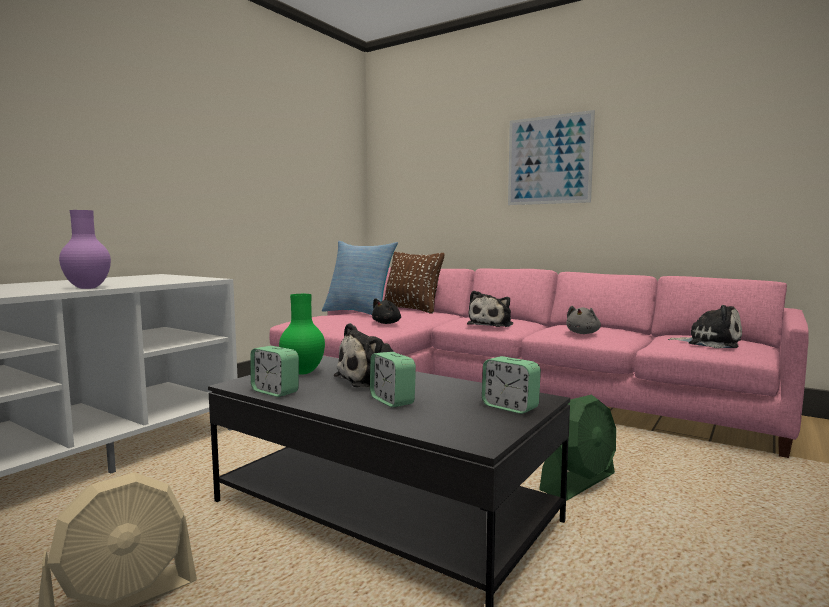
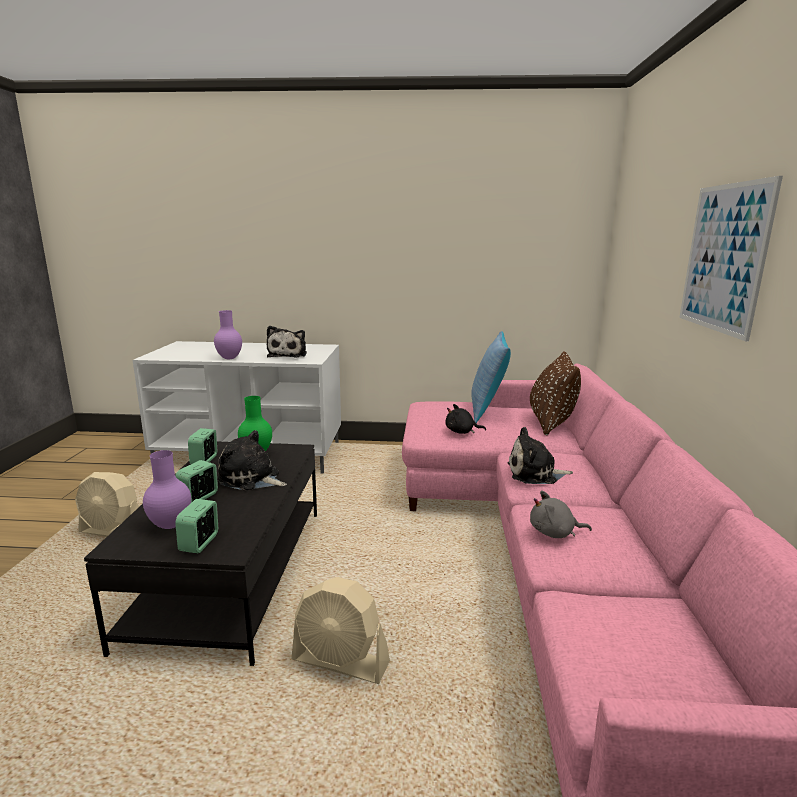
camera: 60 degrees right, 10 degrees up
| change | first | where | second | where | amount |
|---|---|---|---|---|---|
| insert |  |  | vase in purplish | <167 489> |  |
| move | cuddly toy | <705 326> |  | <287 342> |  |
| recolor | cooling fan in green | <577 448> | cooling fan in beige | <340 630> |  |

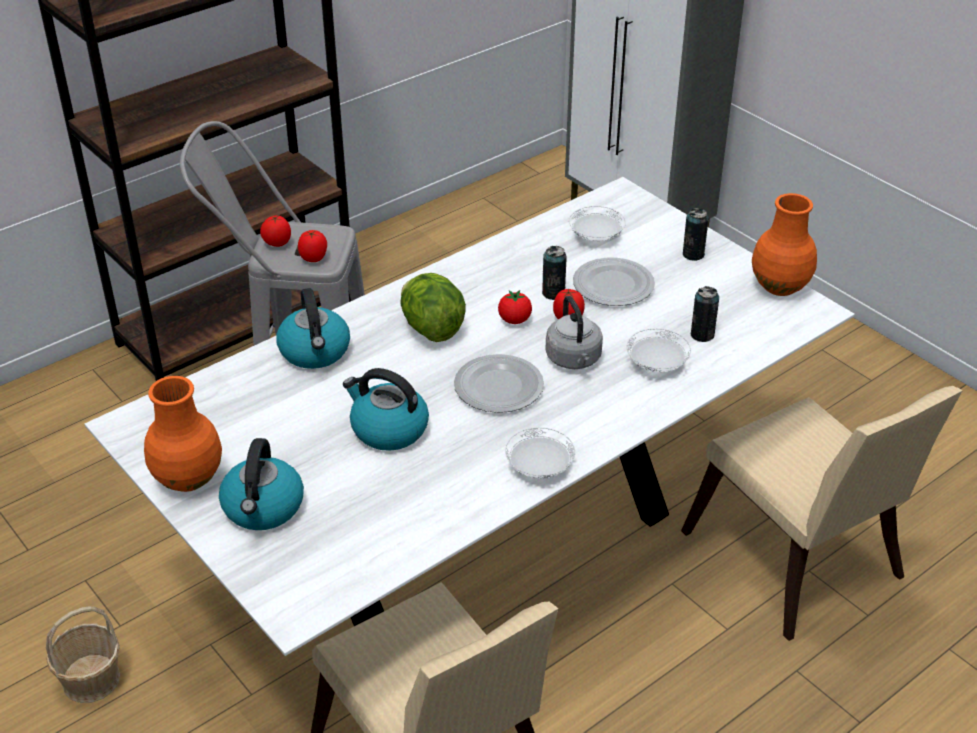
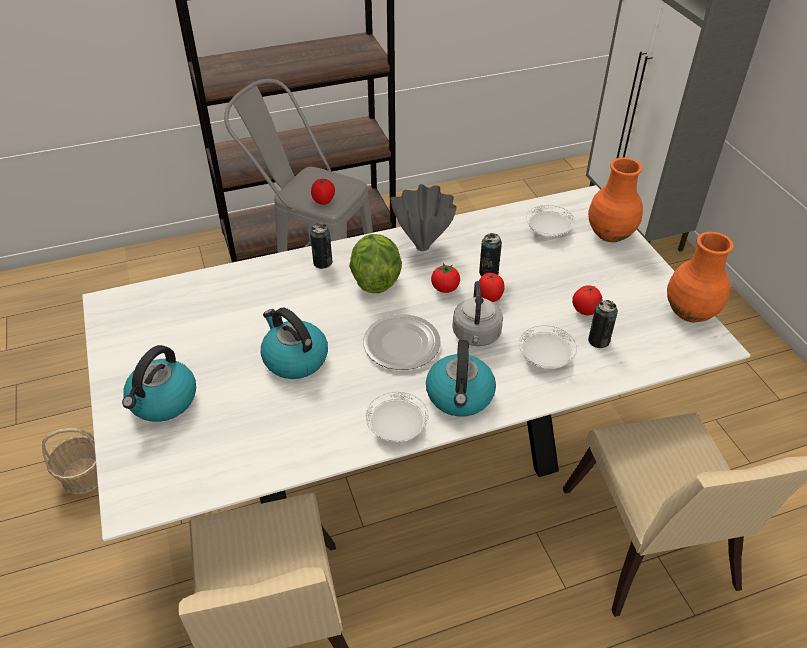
camera: 20 degrees right, 5 degrees up
| change | first | where | second | where | amount |
|---|---|---|---|---|---|
| delete | dinner plate | <614 281> |  |  |  |
| insert |  |  | vase in grey | <423 217> |  |
| move | vase in orange-coloured | <183 434> |  | <615 200> |  |
| move | tomato | <275 231> |  | <587 300> |  |
| move | kettle | <313 328> |  | <461 378> |  |
| move | can | <696 234> |  | <321 246> |  |

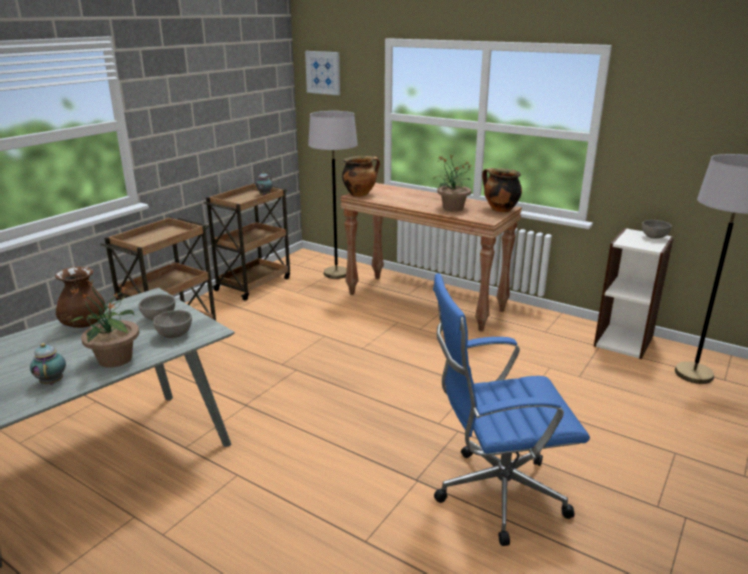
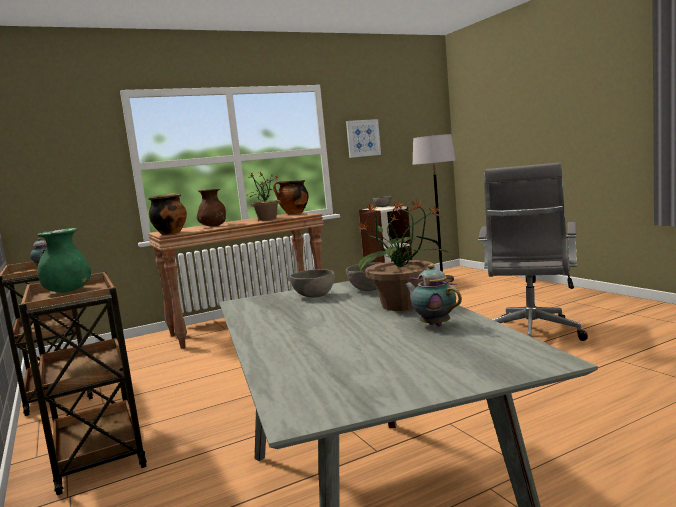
camera: 60 degrees left, 15 degrees down
| change | first | where | second | where | amount |
|---|---|---|---|---|---|
| delete | floor lamp in grey | <333 195> |  |  |  |
| insert |  |  | vase in green | <64 260> |  |
| move | vase in brown-coloured | <80 297> |  | <211 207> |  |
| move | wall picture | <322 73> |  | <363 138> |  |
| recolor | computer chair in bluish | <511 409> | computer chair in grey | <533 251> |  |
| rotate | pot for tea | <48 364> |  | <433 295> | 45 degrees clockwise |

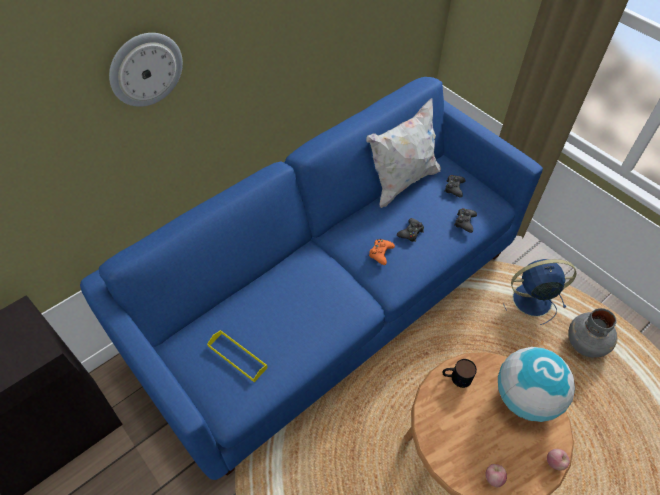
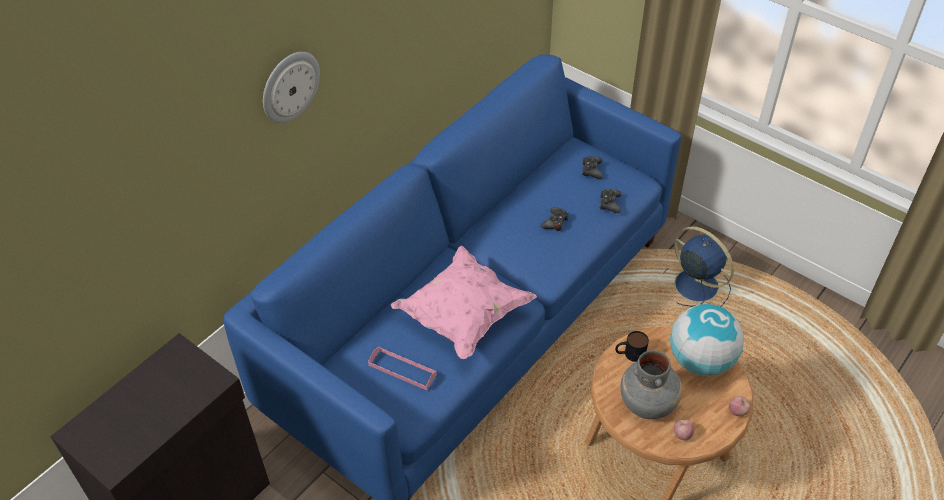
camera: 10 degrees left, 5 degrees down
| change | first | where | second | where | amount |
|---|---|---|---|---|---|
| delete | cushion in white | <403 153> |  |  |  |
| delete | joypad in orange-coloured | <382 252> |  |  |  |
| insert |  |  | cushion in pink | <464 302> |  |
| move | vase in grey | <592 333> |  | <651 384> |  |
| recolor | tray in yellowish | <237 356> | tray in pink | <402 368> |  |
| rotate | cooling fan in bluish | <539 292> |  | <698 266> | 60 degrees clockwise |

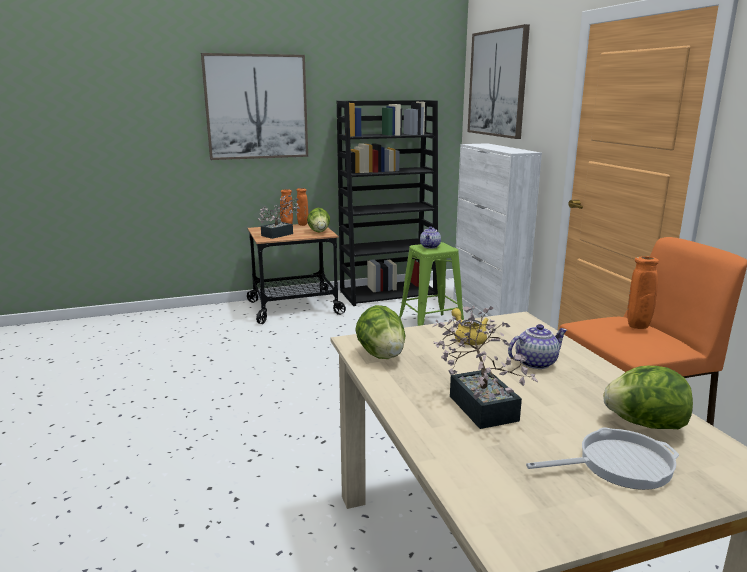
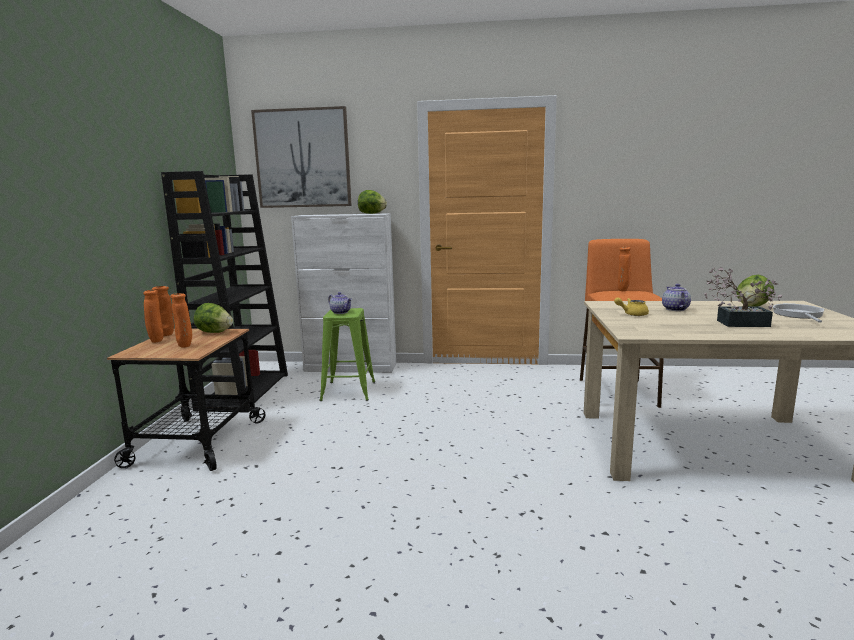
camera: 65 degrees left, 5 degrees down
| change | first | where | second | where | amount |
|---|---|---|---|---|---|
| delete | wall picture | <254 106> |  |  |  |
| move | lettuce head | <380 332> |  | <372 202> |  |
| replace | potted plant | <279 217> | vase in orange-coloured | <181 320> |  |

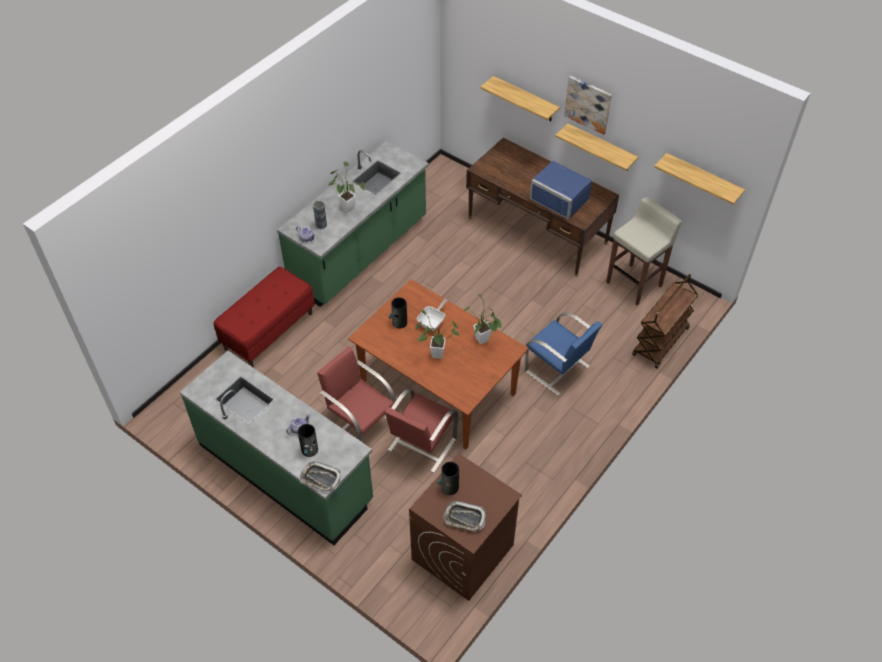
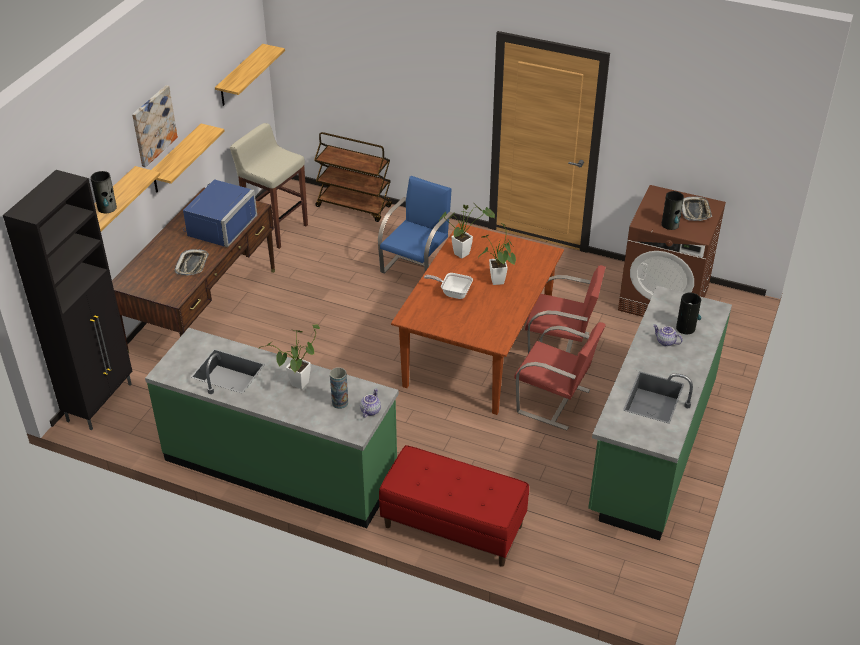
camera: 105 degrees left, 10 degrees down
| change | first | where | second | where | amount |
|---|---|---|---|---|---|
| insert |  |  | cupboard in blackish | <67 300> |  |
| move | tray | <320 476> |  | <192 262> |  |
| move | vase | <398 313> |  | <104 192> |  |
| rotate | upright chair in reddish | <356 393> |  | <560 376> | 90 degrees counterclockwise |

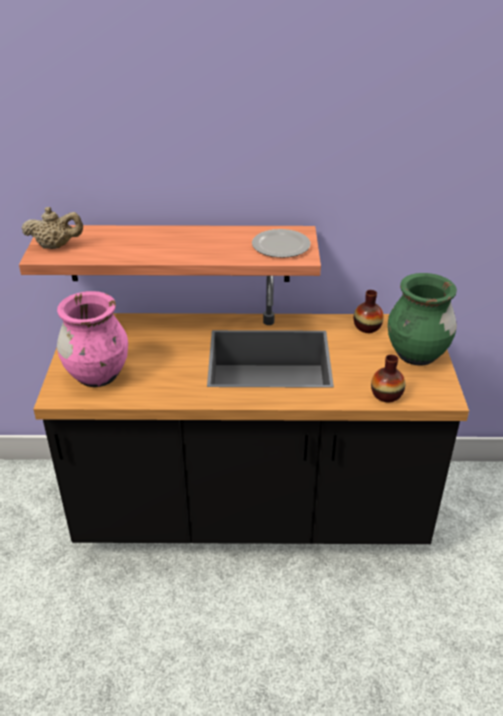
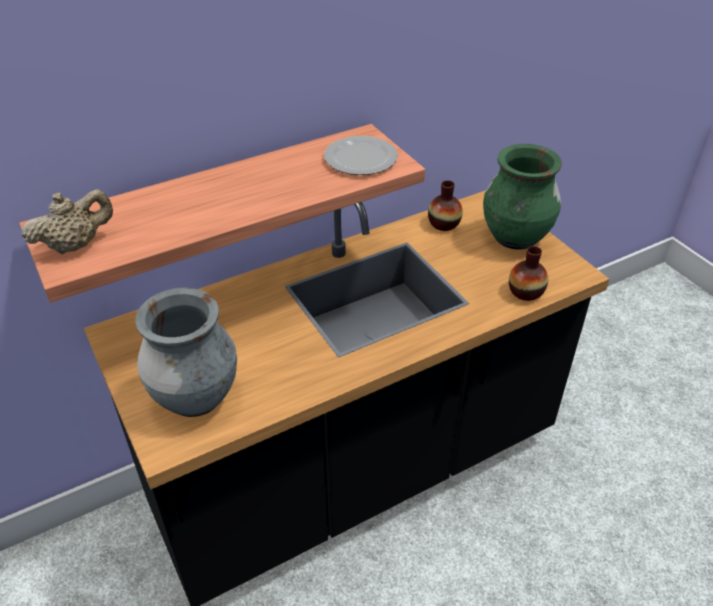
camera: 30 degrees left, 5 degrees up
| change | first | where | second | where | amount |
|---|---|---|---|---|---|
| recolor | vase in pink | <92 339> | vase in grey | <186 352> |  |

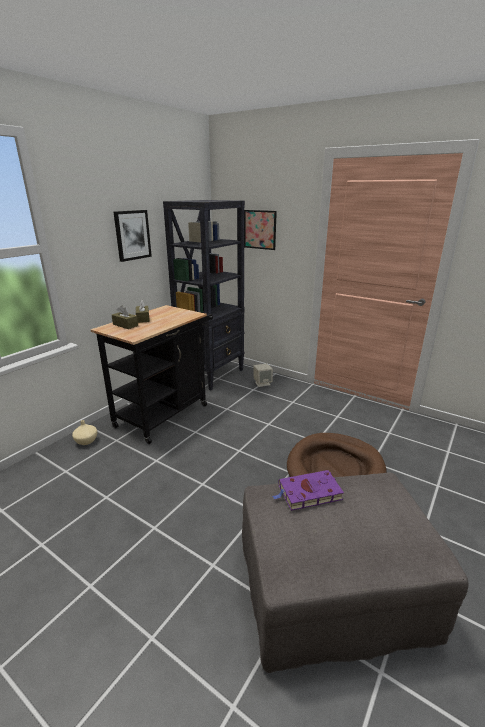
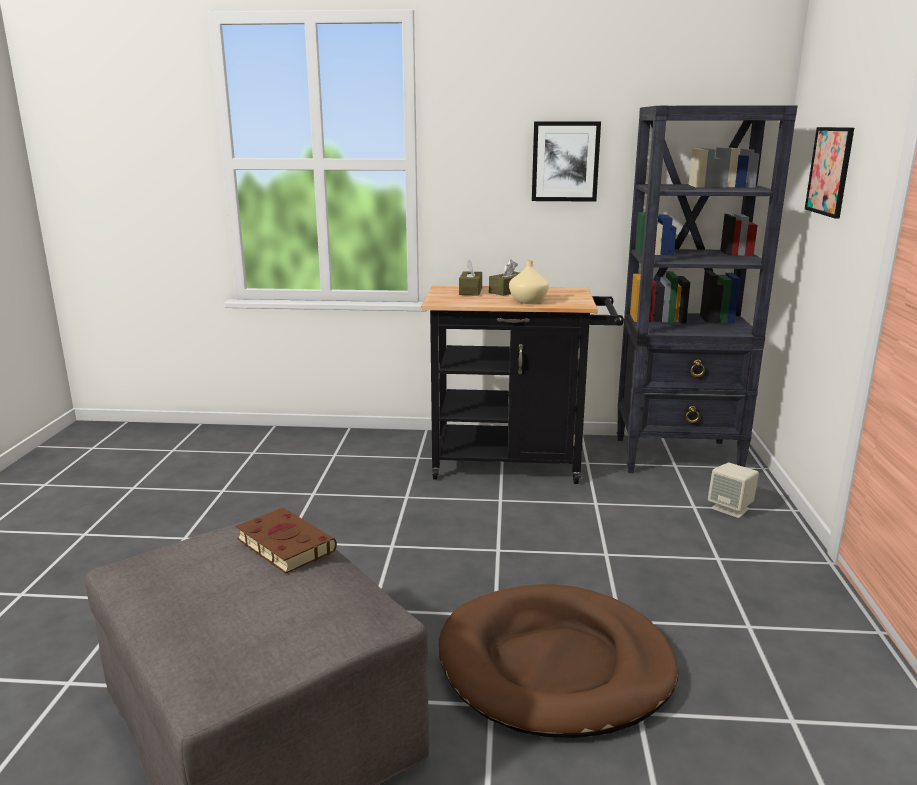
camera: 60 degrees right, 5 degrees down
| change | first | where | second | where | amount |
|---|---|---|---|---|---|
| move | vase in beige | <84 432> |  | <529 282> |  |
| recolor | volume in purplish | <308 490> | volume in brown-coloured | <286 540> |  |

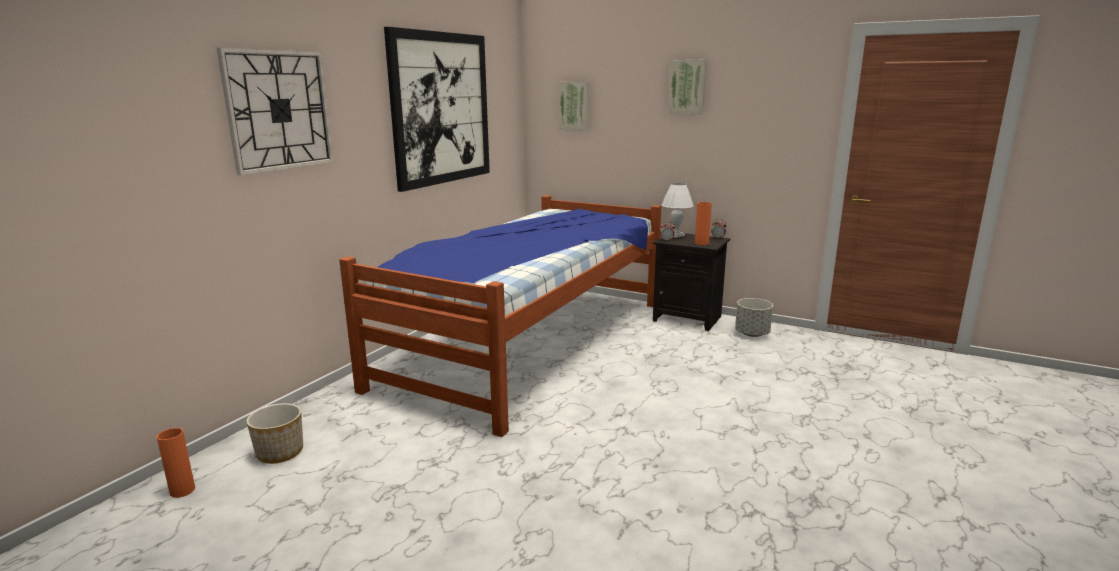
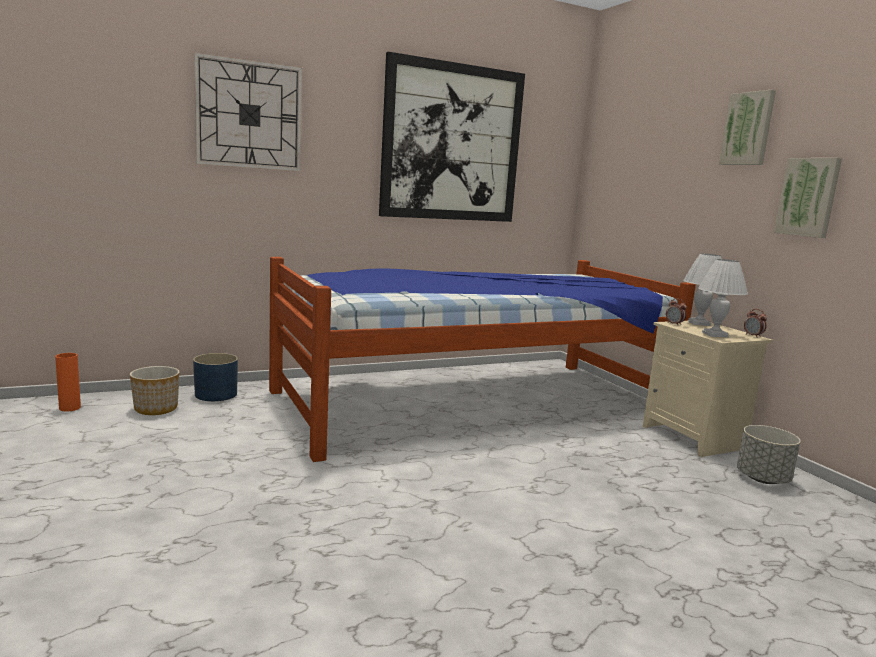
camera: 35 degrees right, 5 degrees down
| change | first | where | second | where | amount |
|---|---|---|---|---|---|
| insert |  |  | flower pot in bluish | <215 377> |  |
| move | wall picture | <574 106> |  | <808 198> |  |
| replace | vase in orange-coloured | <703 223> | tabletop lamp in white | <723 298> |  |
| recolor | bedside table in blackish | <691 282> | bedside table in beige | <708 389> |  |

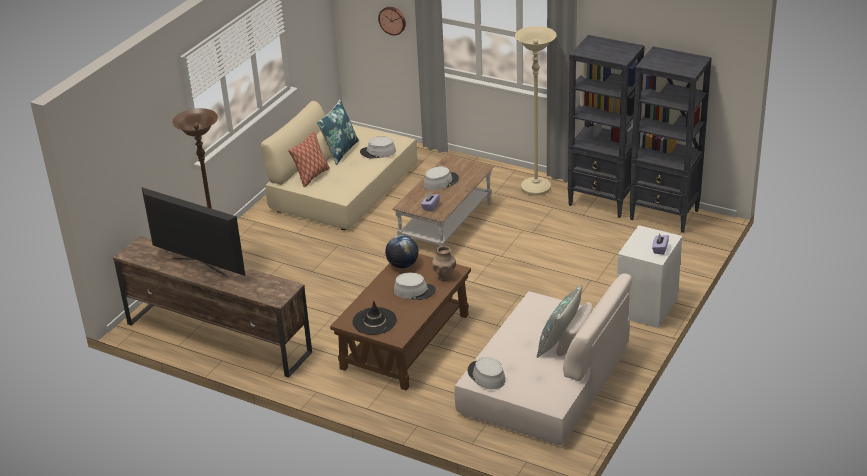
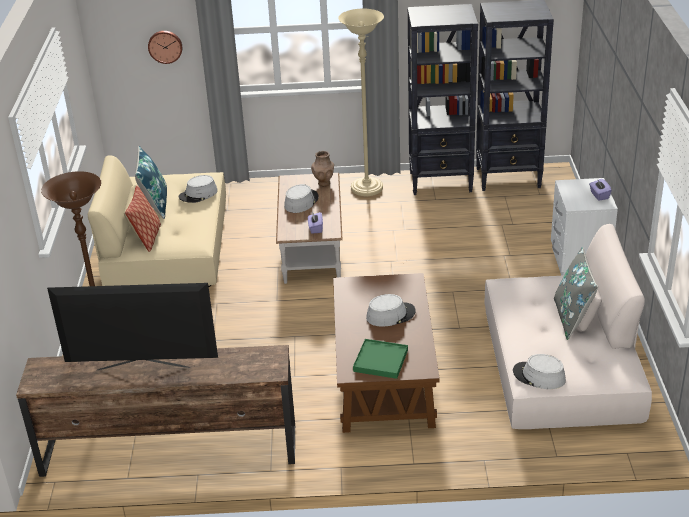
camera: 30 degrees left, 0 degrees up
| change | first | where | second | where | amount |
|---|---|---|---|---|---|
| delete | desk globe | <402 251> |  |  |  |
| move | vase in brown-coloured | <444 263> |  | <322 169> |  |
| replace | clothing hat in blackish | <375 318> | tray in green | <380 359> |  |

